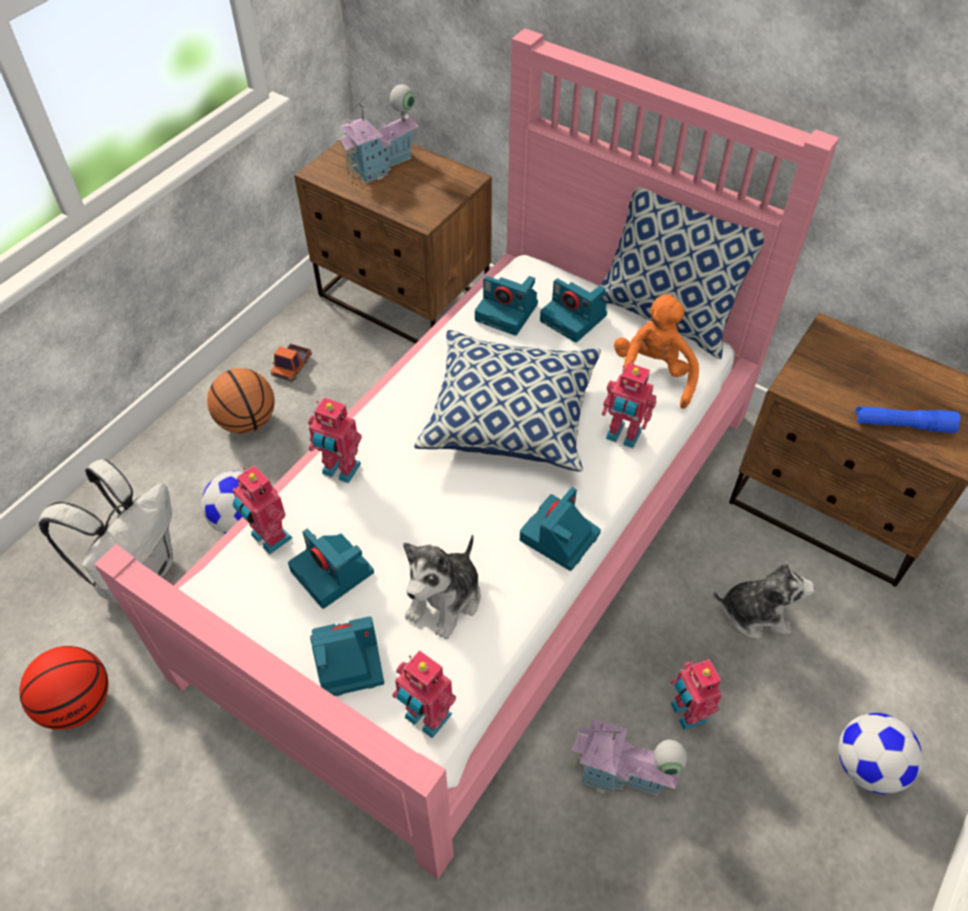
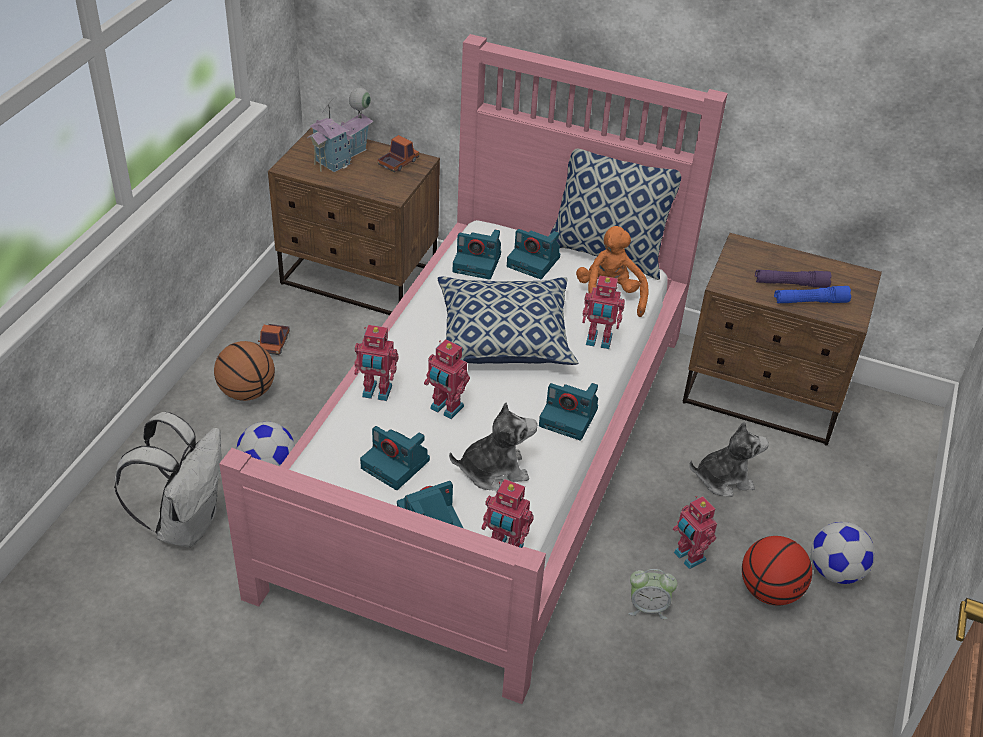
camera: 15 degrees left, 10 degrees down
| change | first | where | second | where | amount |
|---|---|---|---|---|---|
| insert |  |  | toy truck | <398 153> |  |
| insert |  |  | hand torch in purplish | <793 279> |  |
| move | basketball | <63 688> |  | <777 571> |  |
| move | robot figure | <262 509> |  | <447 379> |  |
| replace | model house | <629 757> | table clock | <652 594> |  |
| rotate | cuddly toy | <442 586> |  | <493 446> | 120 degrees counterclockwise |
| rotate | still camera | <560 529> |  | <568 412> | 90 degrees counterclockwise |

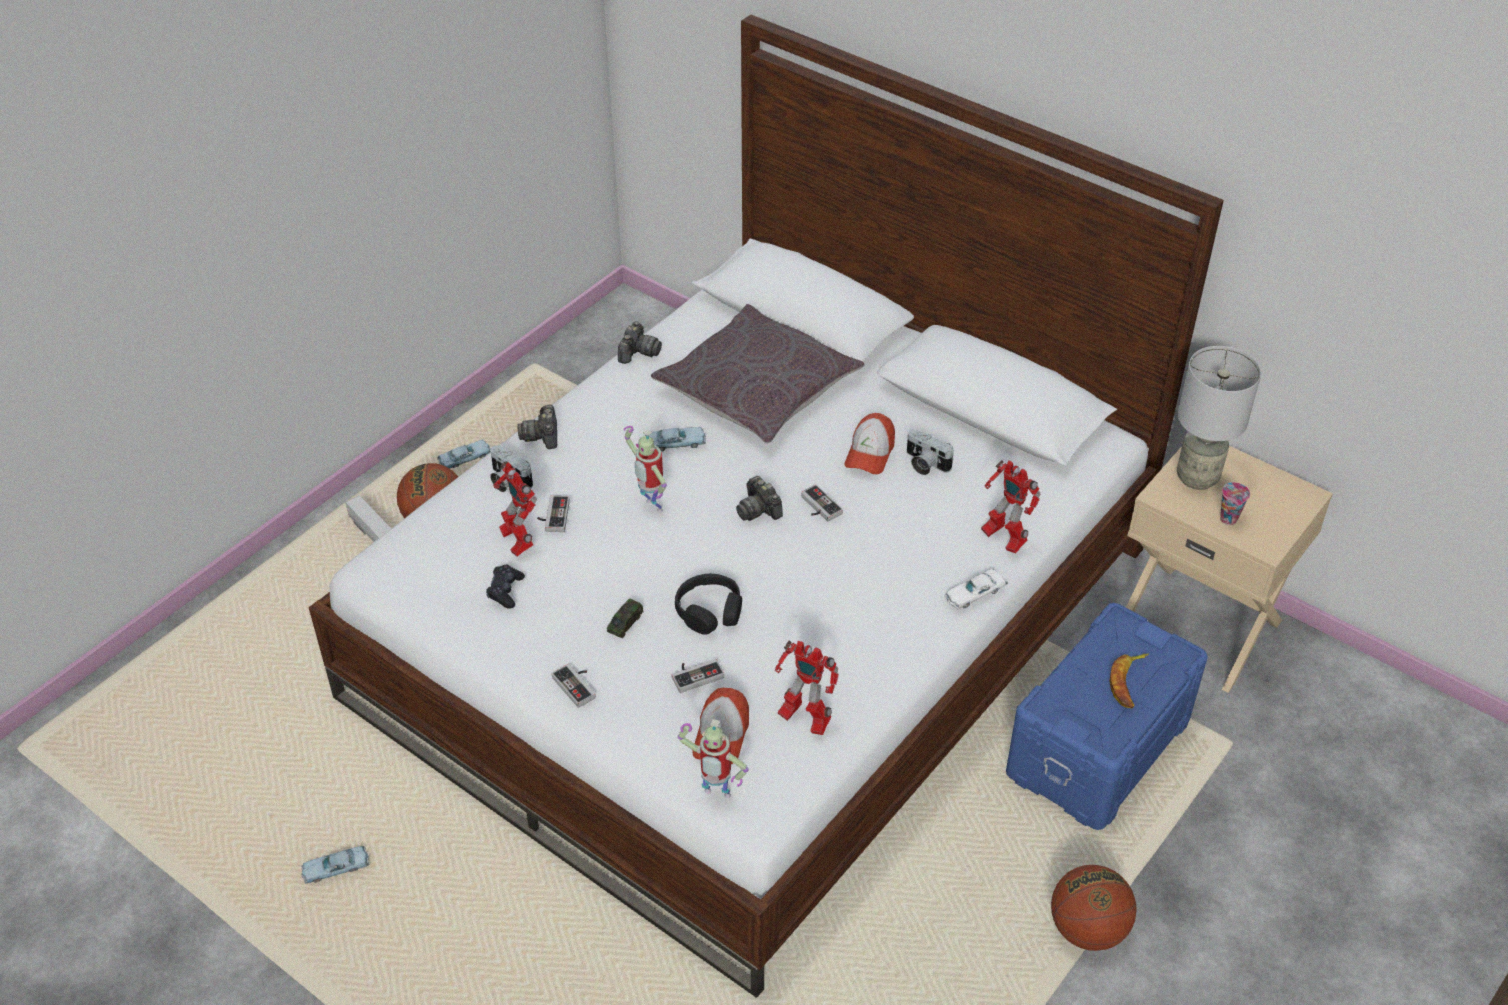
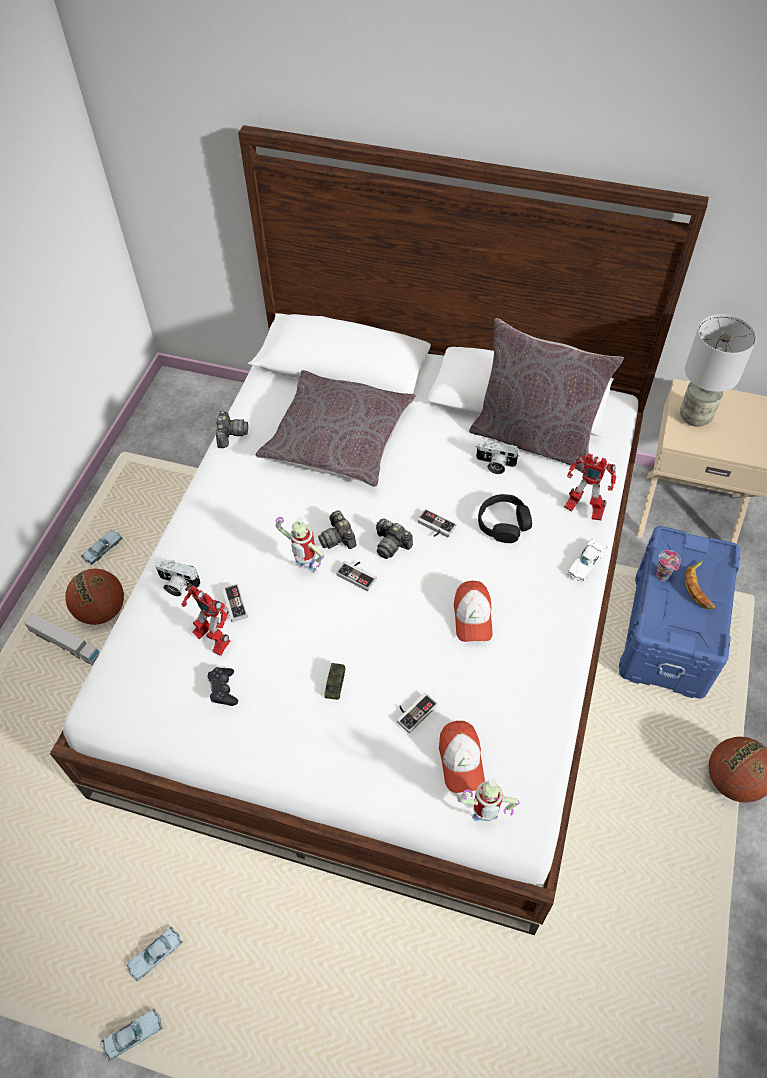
camera: 20 degrees left, 10 degrees up
| change | first | where | second | where | amount |
|---|---|---|---|---|---|
| delete | robot figure | <807 687> |  |  |  |
| insert |  |  | cushion in grey | <546 395> |  |
| move | still camera | <537 427> |  | <337 529> |  |
| move | joypad | <574 686> |  | <356 576> |  |
| move | model car in bluish | <675 439> |  | <132 1035> |  |
| move | headset in blackish | <708 604> |  | <505 518> |  |
| move | peaked cap | <869 443> |  | <473 611> |  |
| move | cup | <1235 503> |  | <668 565> |  |

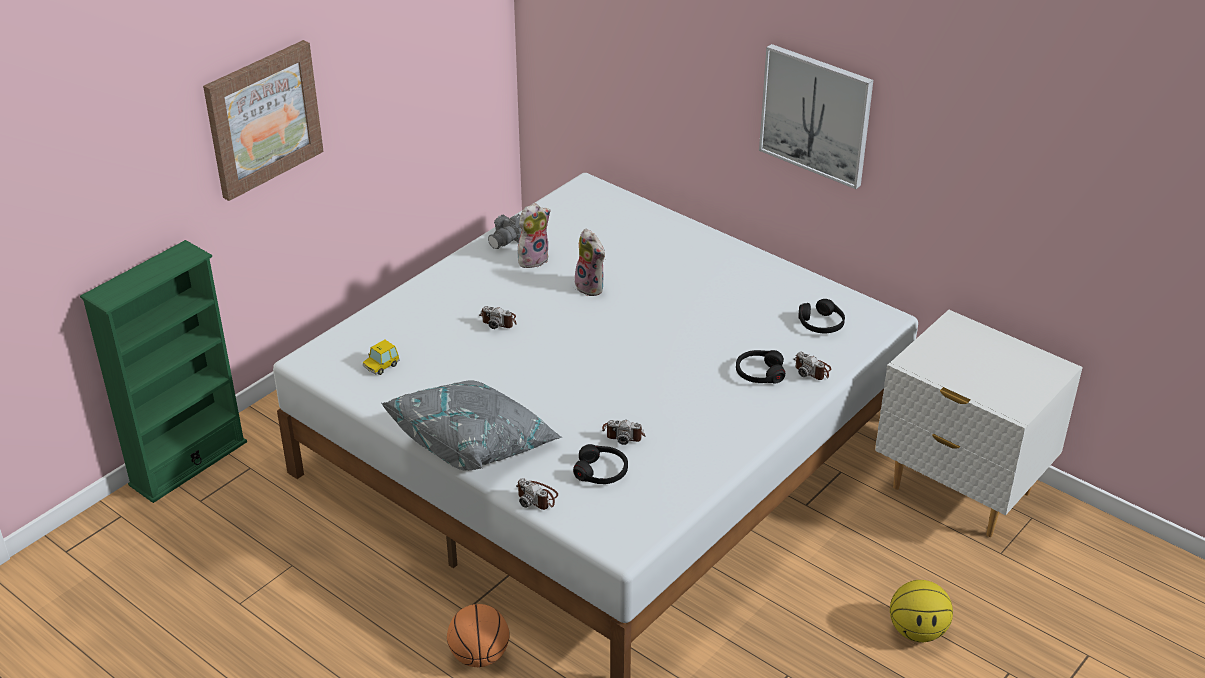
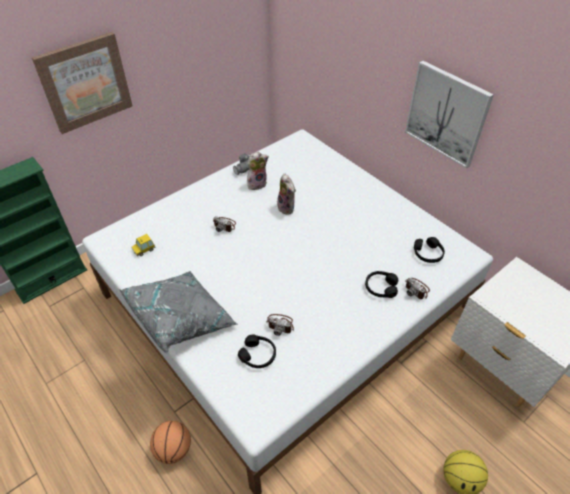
camera: 10 degrees right, 10 degrees up
| change | first | where | second | where | amount |
|---|---|---|---|---|---|
| delete | still camera | <537 494> |  |  |  |

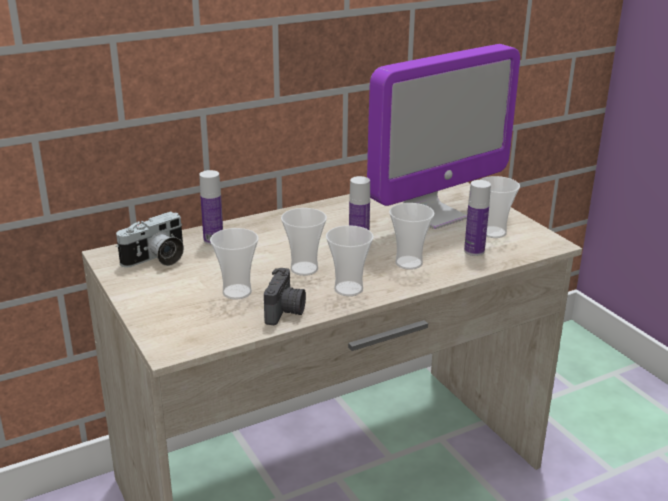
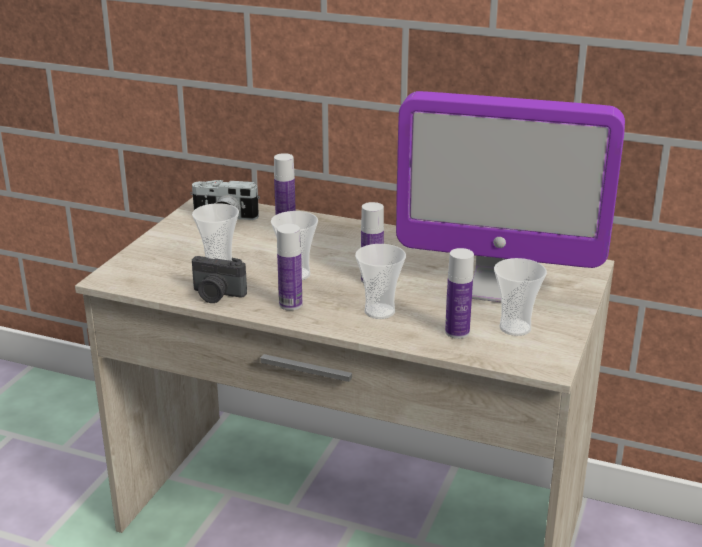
camera: 50 degrees right, 0 degrees up
| change | first | where | second | where | amount |
|---|---|---|---|---|---|
| replace | cup | <350 260> | bottle | <289 267> |  |
| rotate | still camera | <285 296> |  | <219 279> | 45 degrees clockwise |

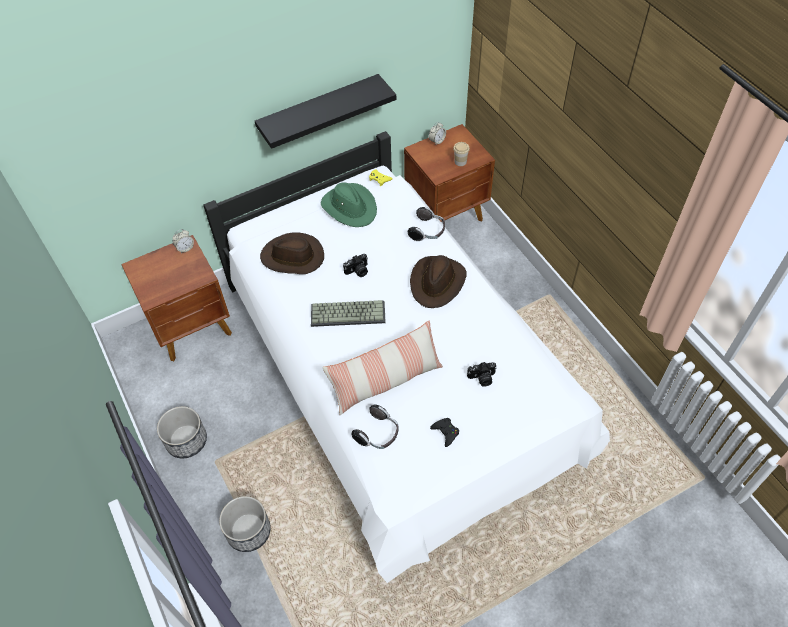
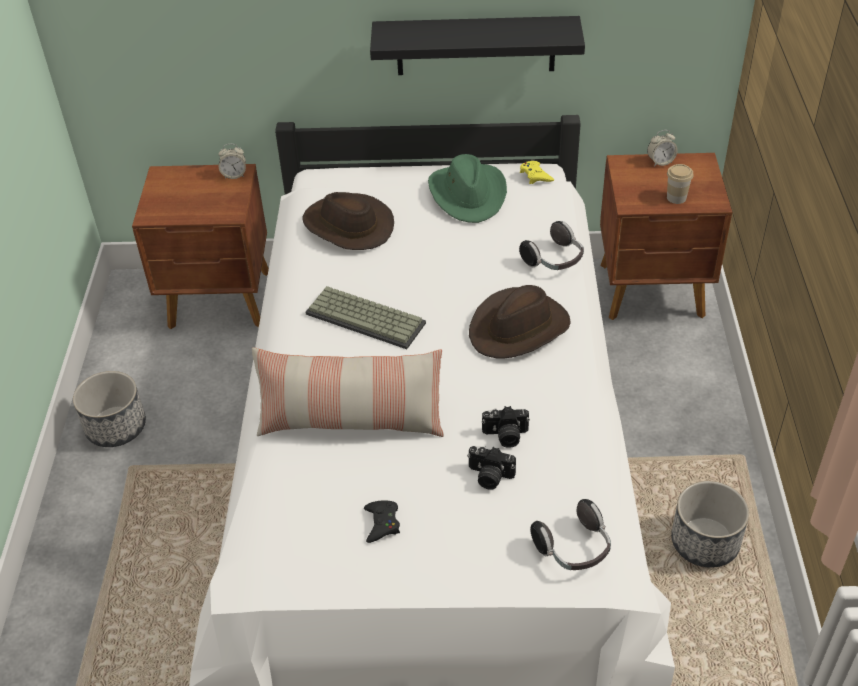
camera: 30 degrees right, 10 degrees down
| change | first | where | second | where | amount |
|---|---|---|---|---|---|
| move | flower pot | <245 524> |  | <710 524> |  |
| move | still camera | <355 265> |  | <506 427> |  |
| move | headset | <375 427> |  | <570 534> |  |

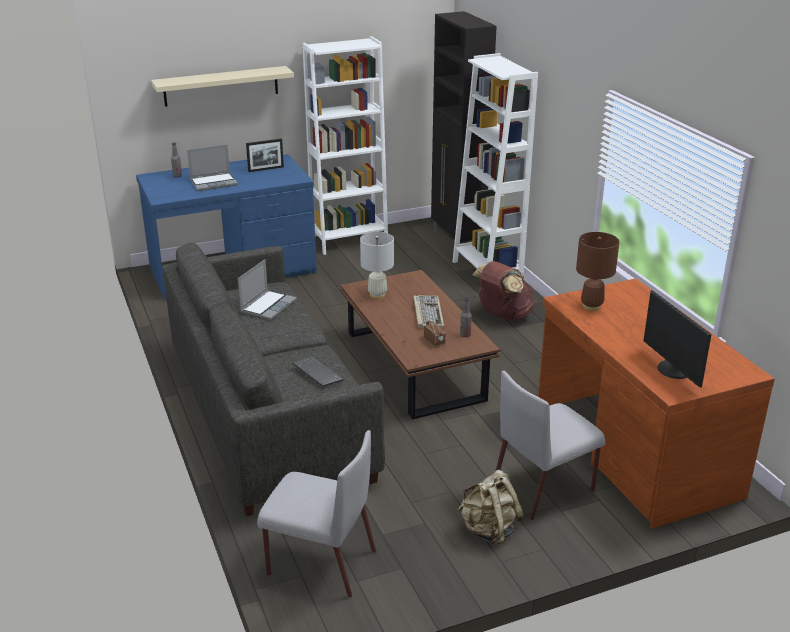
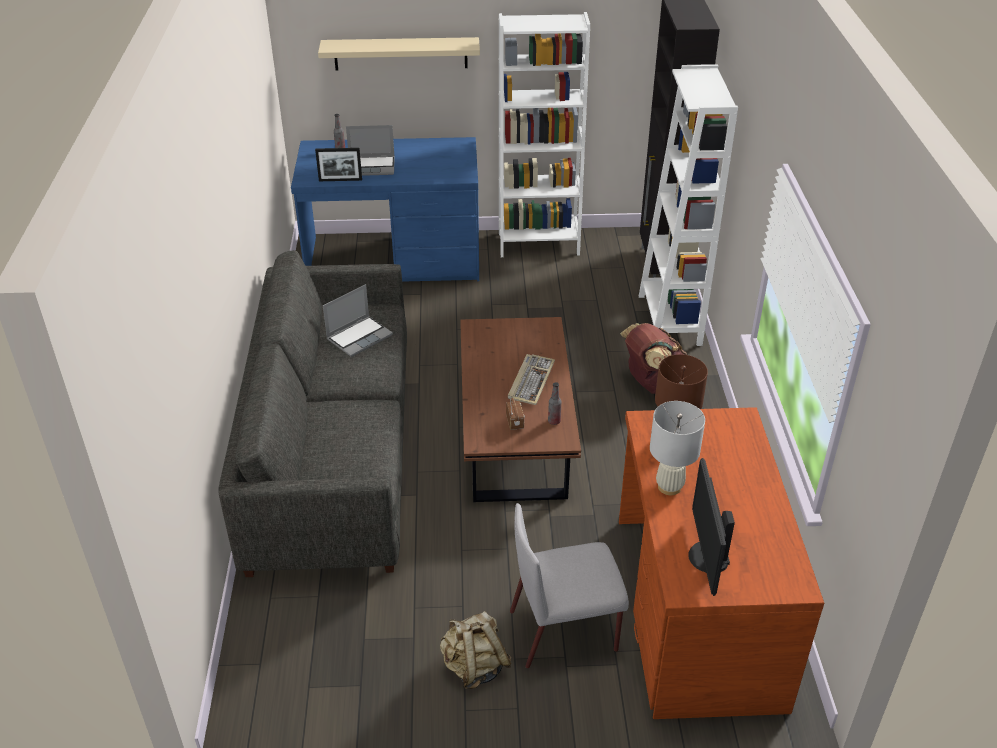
camera: 20 degrees right, 10 degrees up
| change | first | where | second | where | amount |
|---|---|---|---|---|---|
| delete | upright chair in grey | <316 514> |  |  |  |
| delete | PC keyboard | <318 372> |  |  |  |
| move | picture frame | <265 155> |  | <338 164> |  |
| move | tabletop lamp in white | <377 265> |  | <677 448> |  |

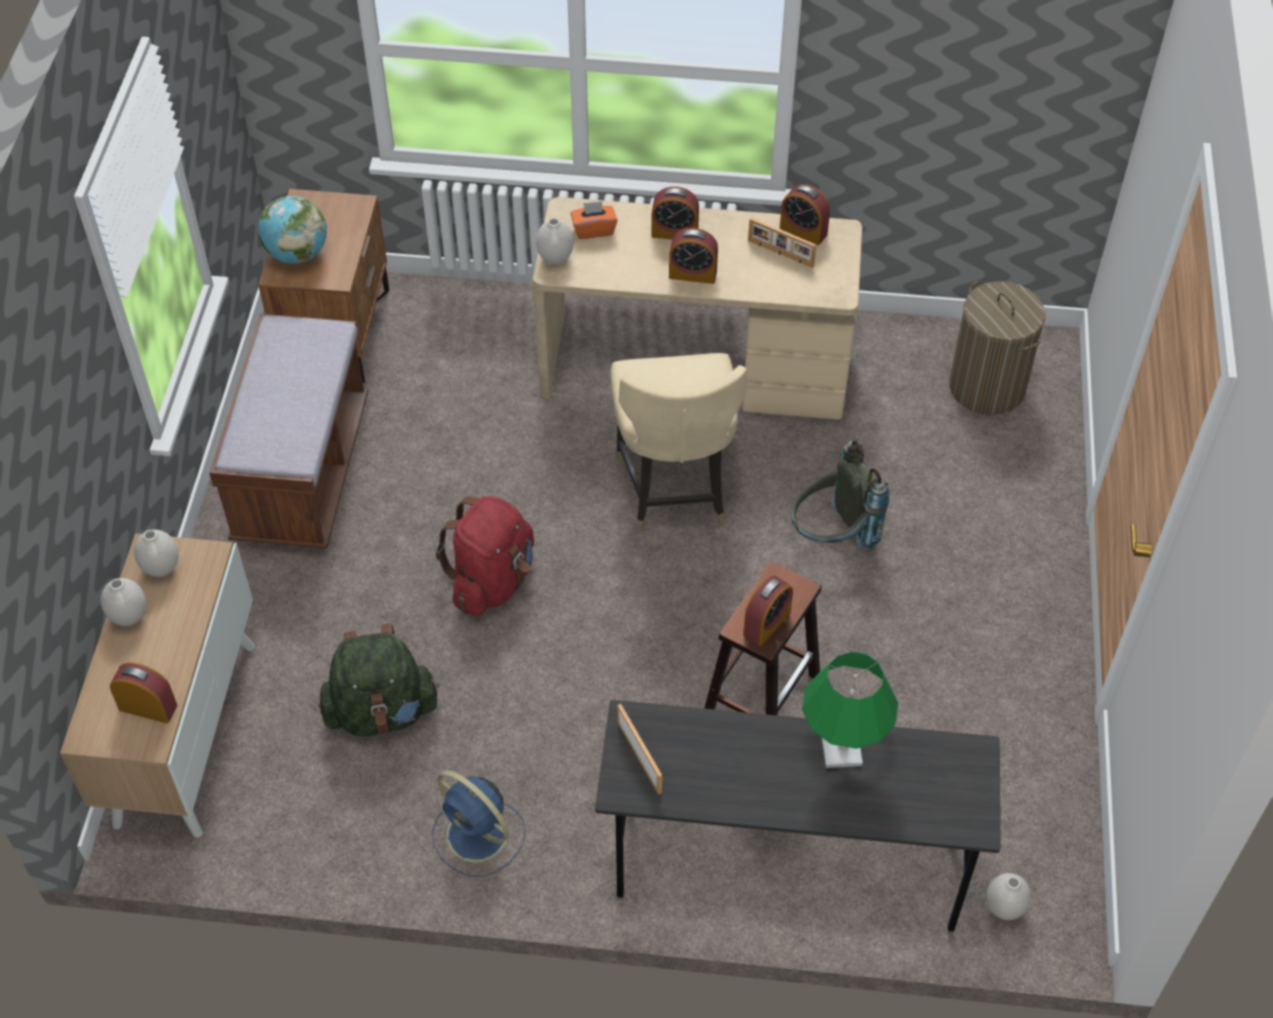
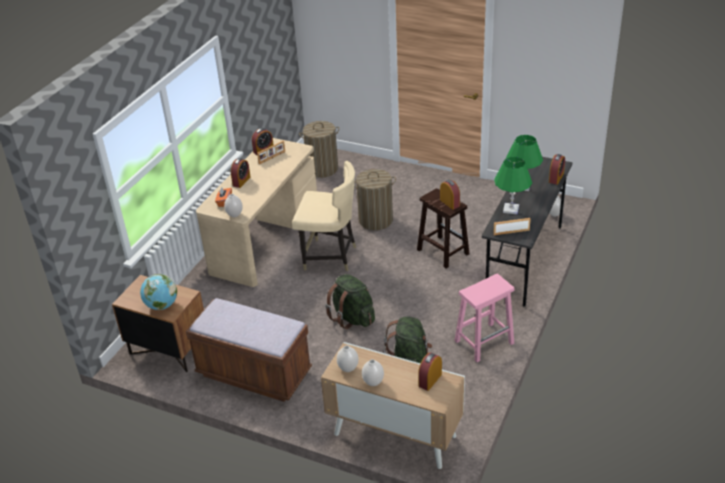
camera: 70 degrees left, 15 degrees down
| change | first | where | second | where | amount |
|---|---|---|---|---|---|
| insert |  |  | tabletop lamp in green | <513 185> |  |
| move | table clock | <693 256> |  | <557 169> |  |
| replace | cooling fan in bluish | <479 823> | sitting stool in pink | <484 318> |  |
| replace | backpack in grey | <840 495> | laundry basket | <375 199> |  |
| recolor | backpack in reddish | <484 556> | backpack in green | <350 301> |  |

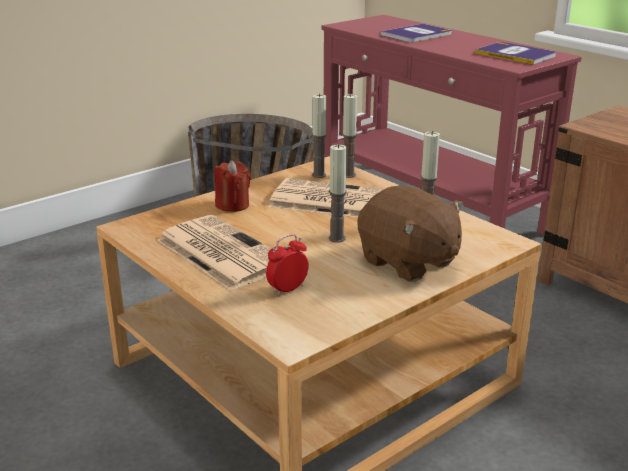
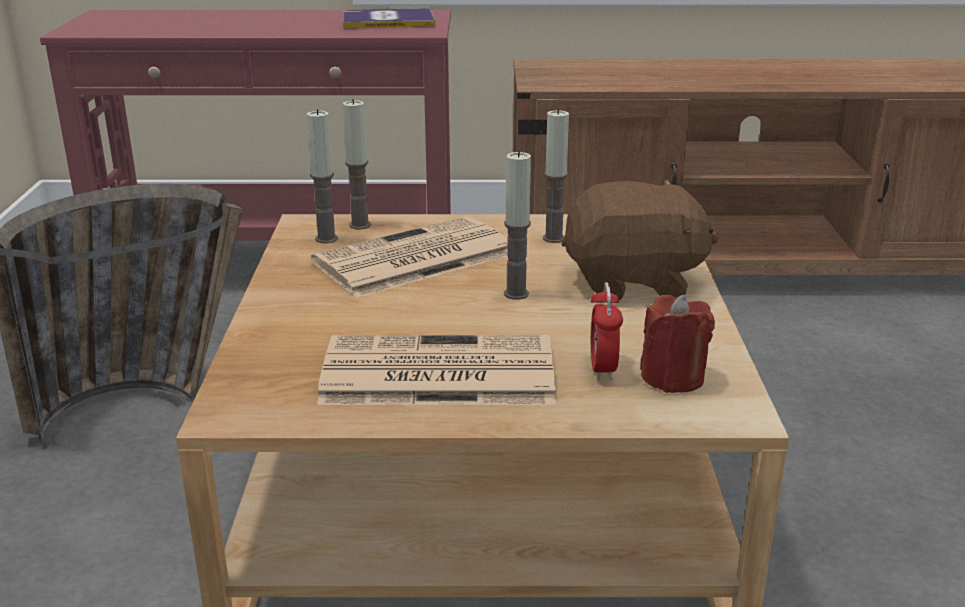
camera: 50 degrees left, 0 degrees up
| change | first | where | second | where | amount |
|---|---|---|---|---|---|
| delete | volume | <416 33> |  |  |  |
| move | wax candle in reddish | <232 186> |  | <677 343> |  |

